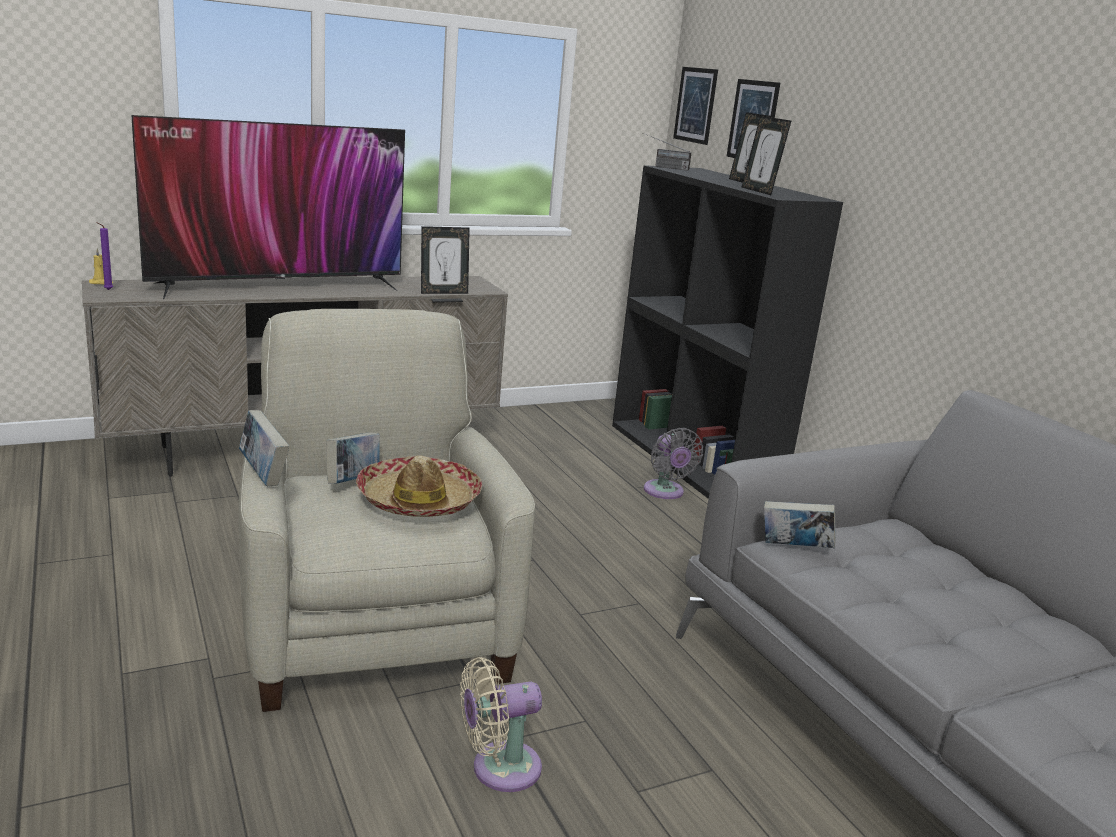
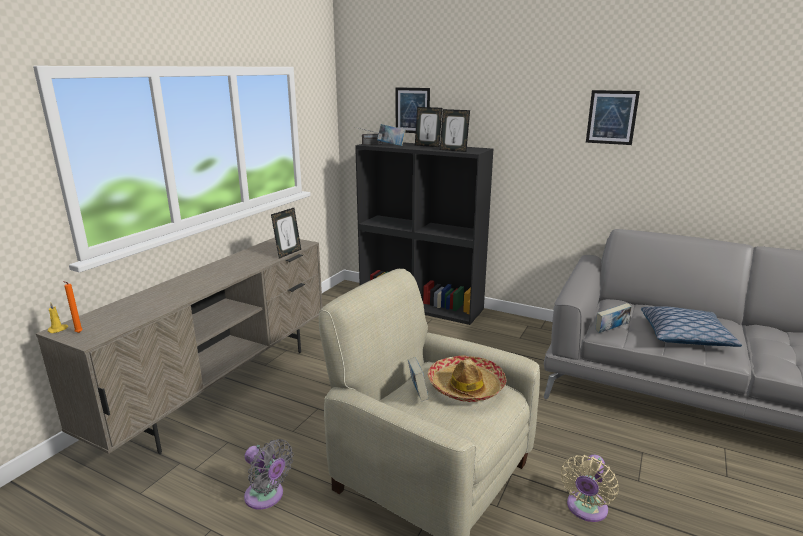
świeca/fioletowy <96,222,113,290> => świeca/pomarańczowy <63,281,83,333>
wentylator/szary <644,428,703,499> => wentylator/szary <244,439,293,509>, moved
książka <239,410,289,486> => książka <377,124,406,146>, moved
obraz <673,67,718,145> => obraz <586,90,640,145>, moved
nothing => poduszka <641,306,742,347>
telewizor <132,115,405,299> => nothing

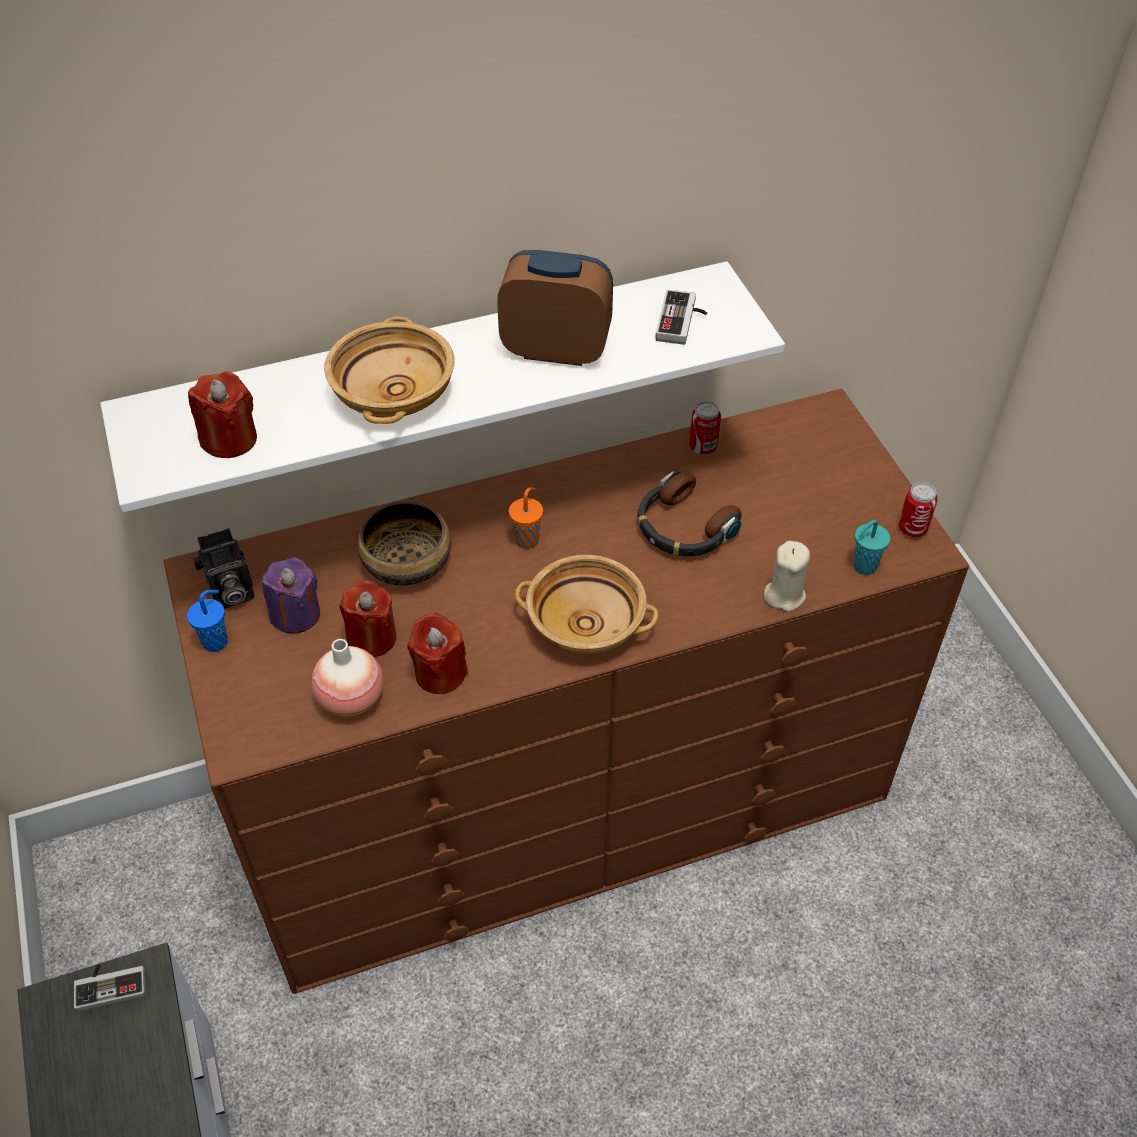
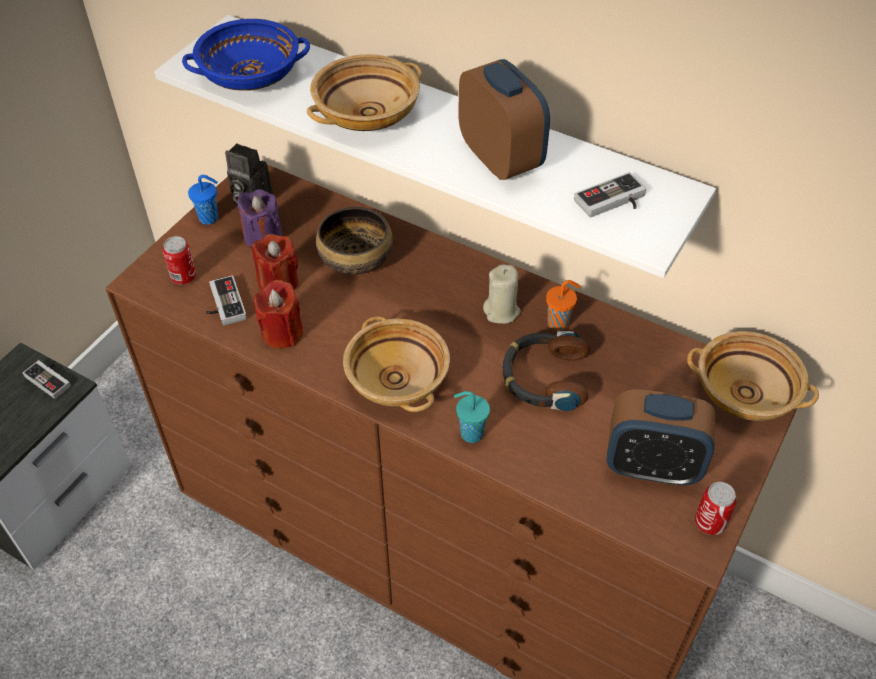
puszka <689,401,721,455> => puszka <163,236,196,284>, moved
świeca/czerwony <188,371,257,458> => miska/niebieski <182,19,310,91>
wazon <312,639,384,716> => pad do gier <206,275,247,326>
filiżanka/turkusowy <853,520,890,575> => filiżanka/turkusowy <454,391,490,443>, moved
świeca/beżowy <764,541,810,612> => świeca/beżowy <483,264,521,324>, moved
filiżanka/pomarańczowy <509,487,543,549> => filiżanka/pomarańczowy <546,280,581,331>, moved
nothing => budzik <607,389,715,486>
nothing => miska/beżowy <687,331,819,421>

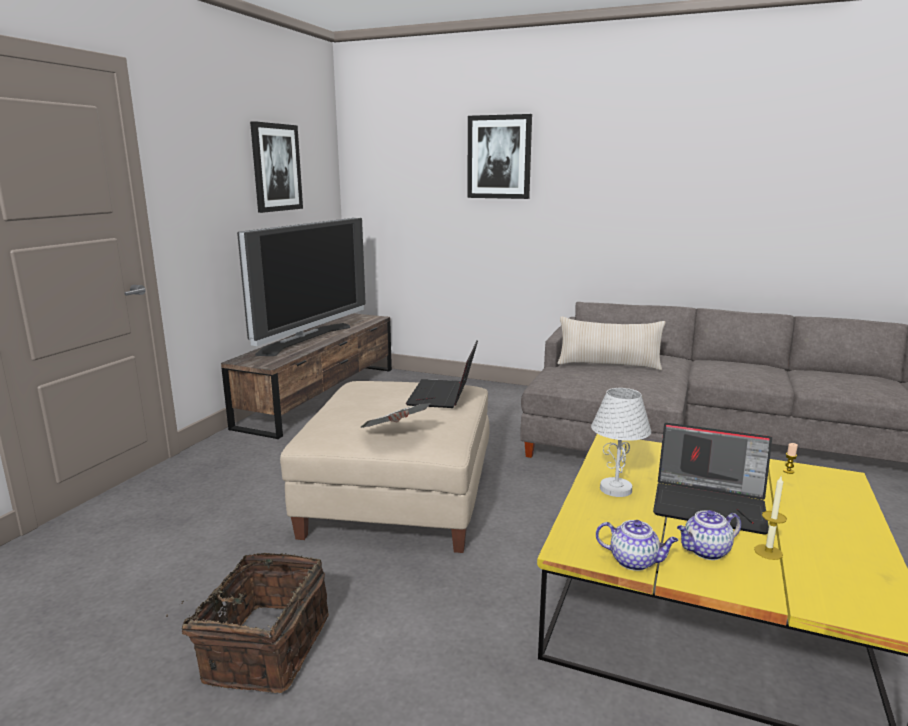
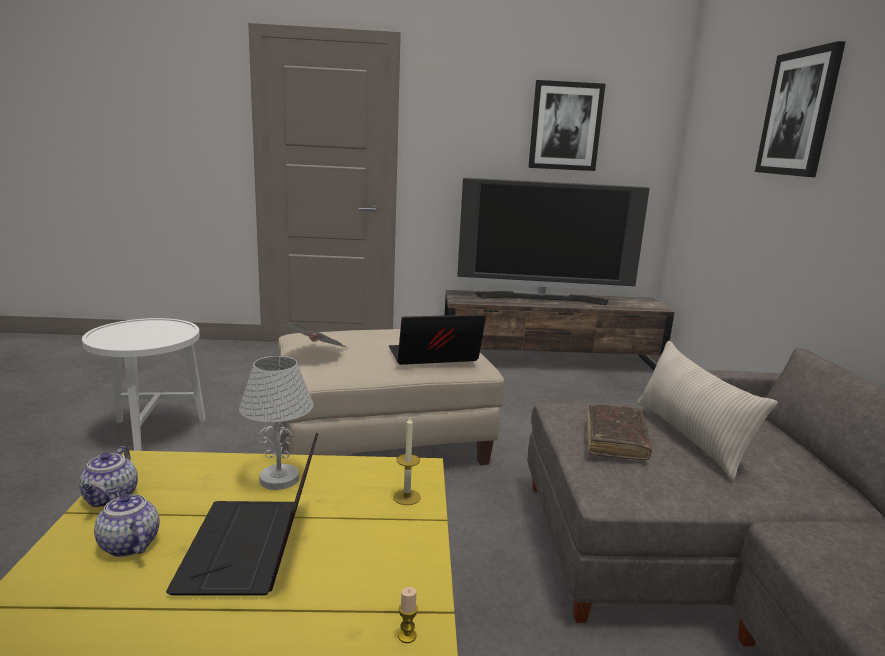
koszyk <166,553,329,694> => stolik/biały <82,318,205,451>
świeca <754,477,787,560> => świeca <393,417,421,505>, moved
nothing => książka/brązowy <586,404,652,460>

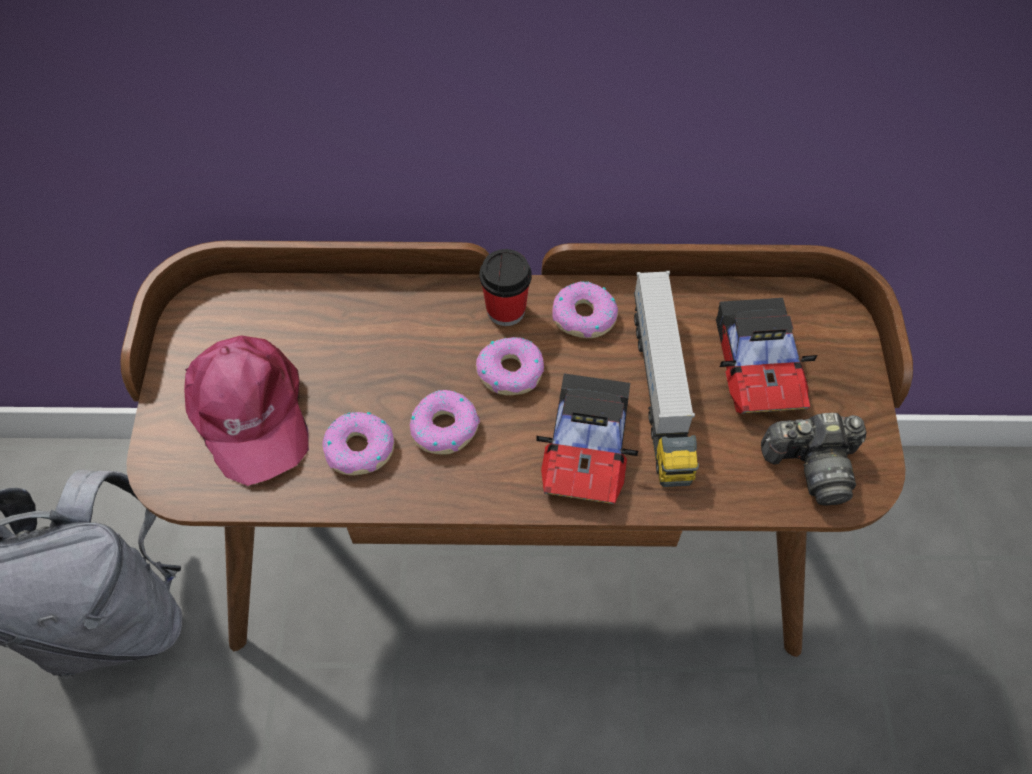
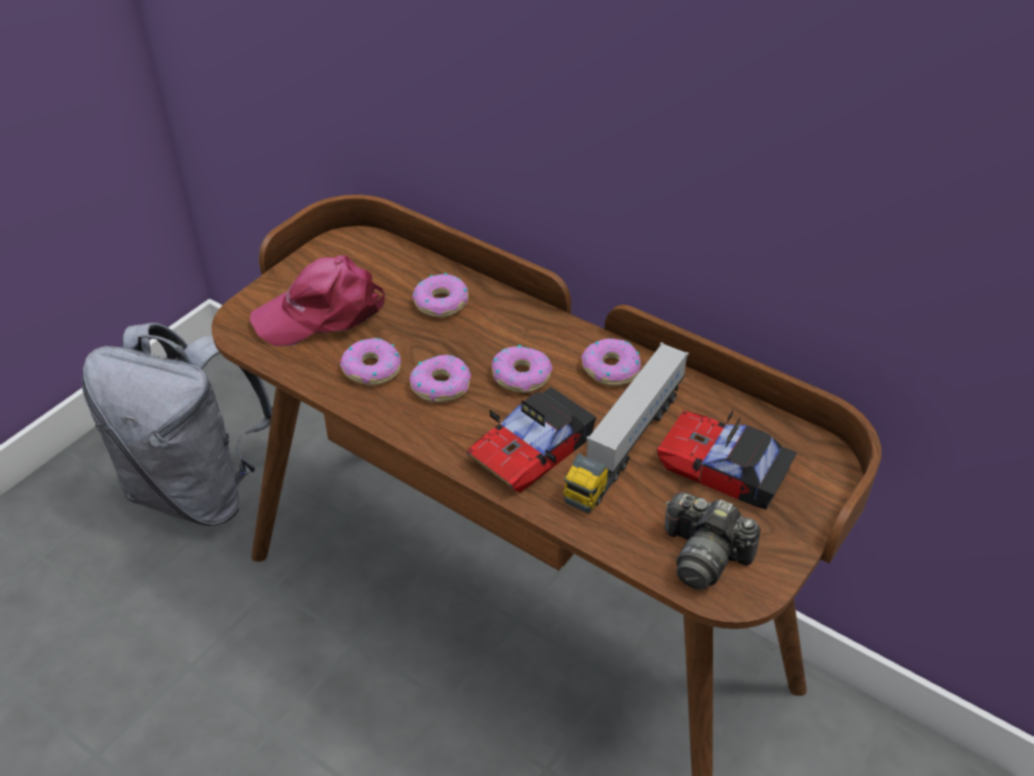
czapka z daszkiem/różowy <184,335,309,486> => czapka z daszkiem/różowy <250,255,385,346>, 60 degrees clockwise
nothing => donut <412,273,469,317>
samochodzik <716,298,817,414> => samochodzik <657,410,798,510>, 90 degrees clockwise
filiżanka <480,249,532,326> => nothing

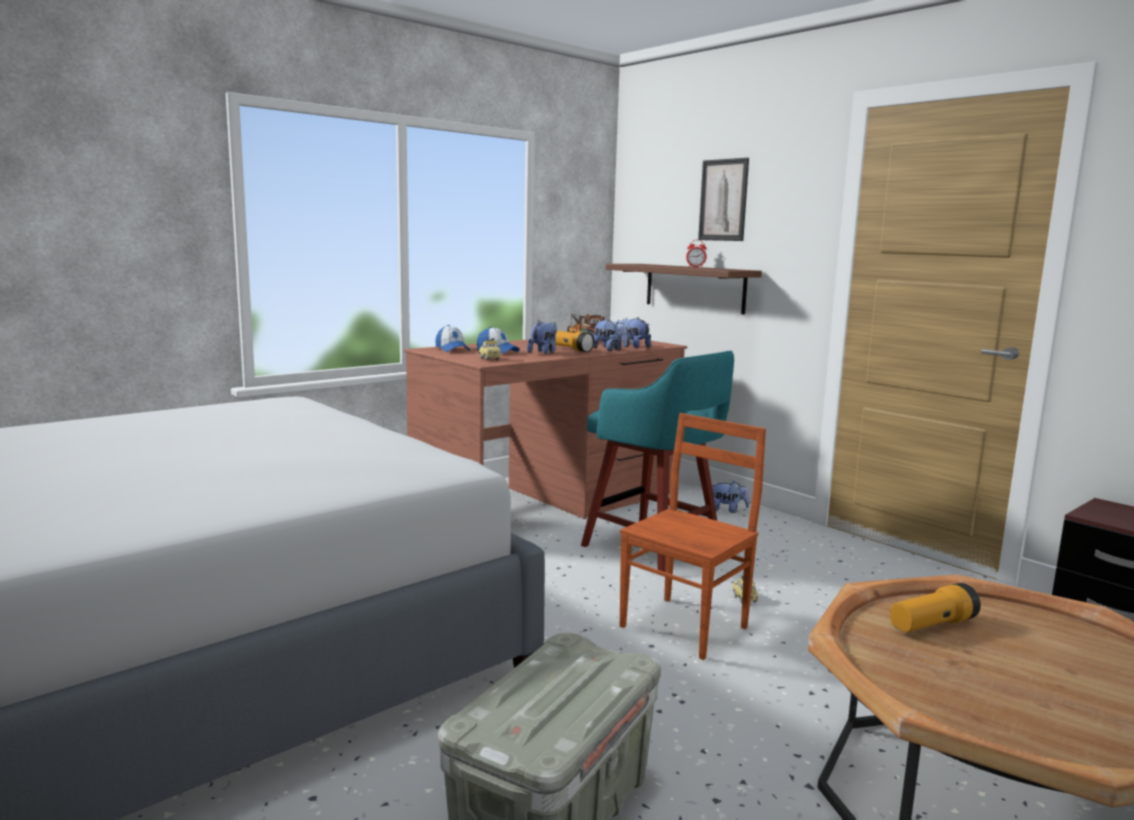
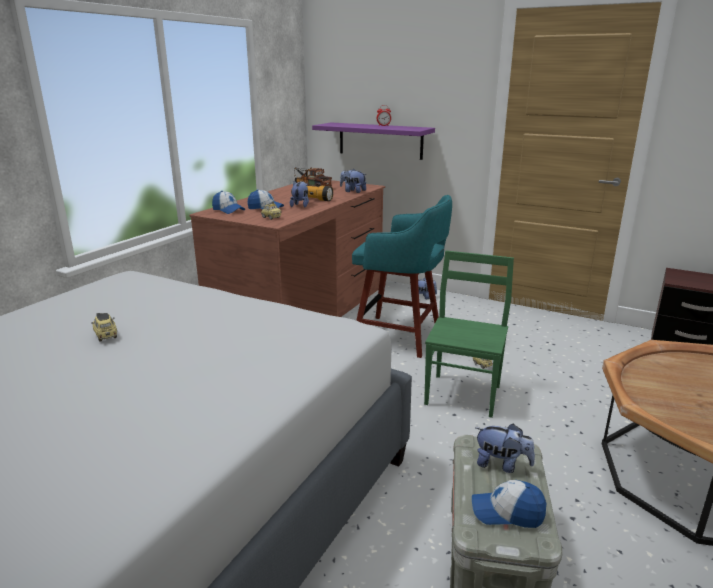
nothing => samochodzik <91,313,117,342>
półka/brązowy <606,264,762,315> => półka/fioletowy <312,122,435,160>
krzesło/brązowy <620,413,766,660> => krzesło/zielony <424,251,514,418>
nothing => czapka z daszkiem <472,480,546,528>
pluszak <593,319,627,351> => pluszak <476,424,535,473>, moved
obraz <698,158,749,241> => nothing
latarka <890,583,981,632> => nothing

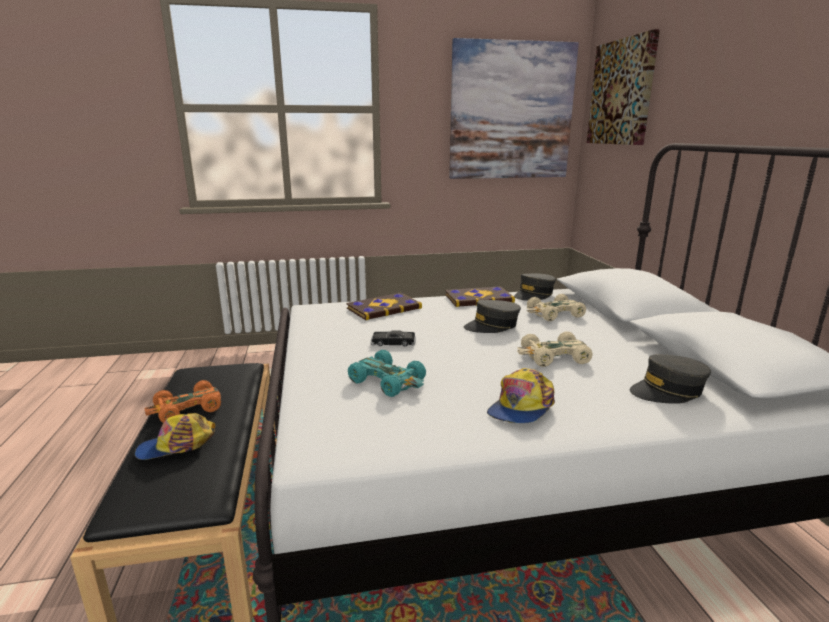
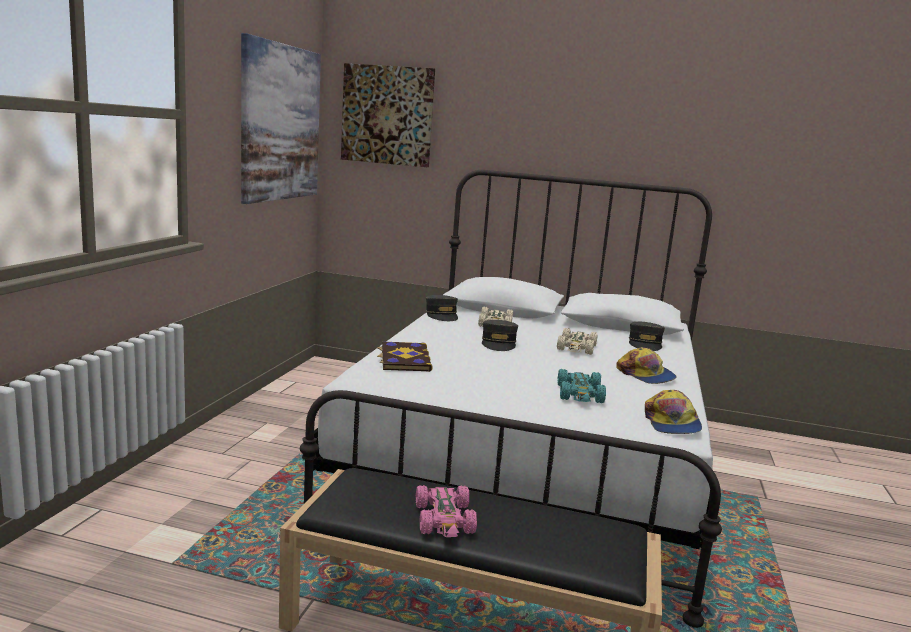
samochodzik/pomarańczowy <144,380,221,423> => samochodzik/różowy <416,485,477,537>
samochodzik/turkusowy <348,350,426,397> => samochodzik/turkusowy <558,369,606,403>, 120 degrees clockwise
czapka z daszkiem <135,413,216,460> => czapka z daszkiem <645,390,702,434>, moved
samochodzik/czarny <371,330,416,346> => nothing
książka <445,286,515,307> => nothing

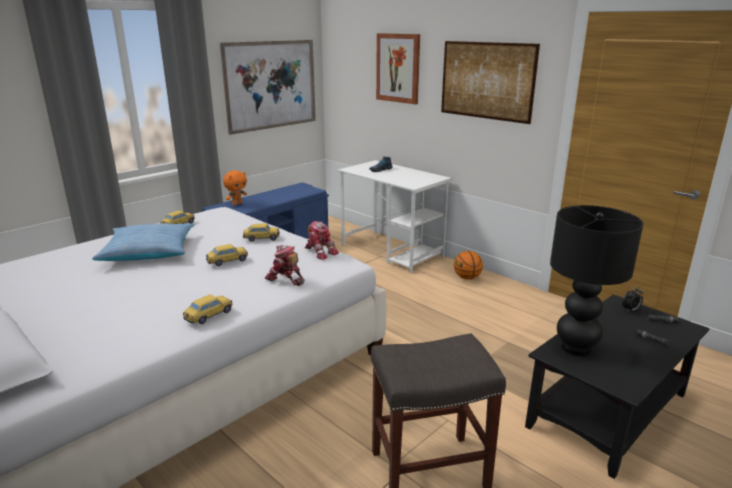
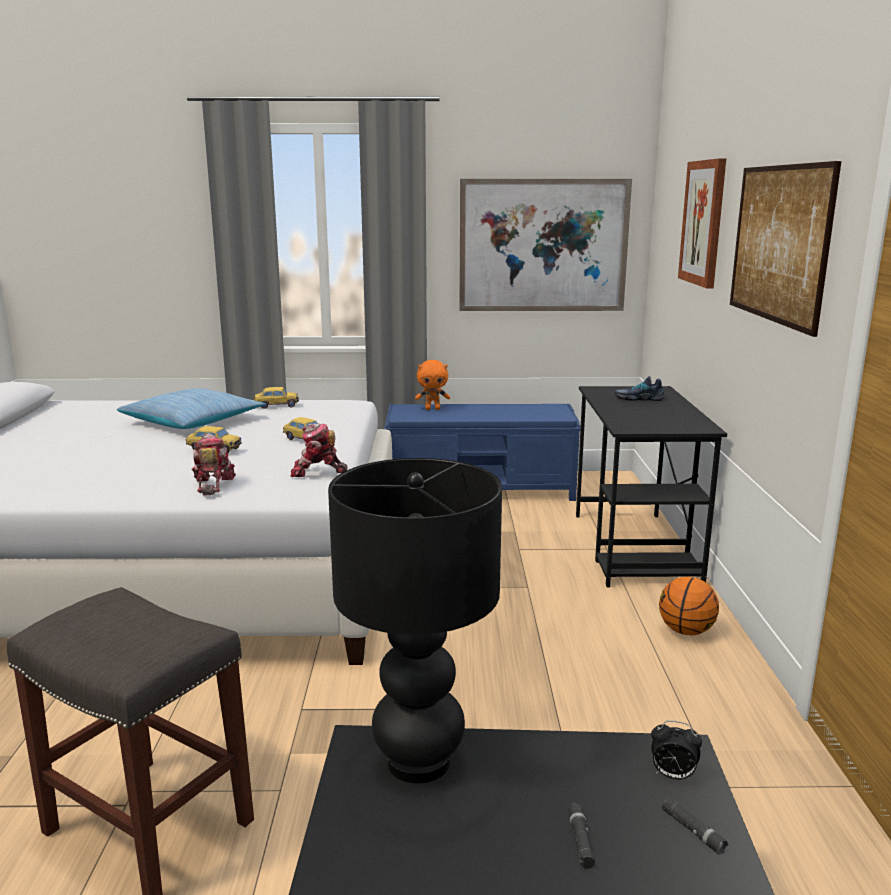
robot zabawkowy <305,221,339,260> => robot zabawkowy <291,424,348,477>, 90 degrees clockwise
biurko/biały <338,160,451,273> => biurko/czarny <576,386,727,587>
samochodzik <183,294,233,324> => nothing

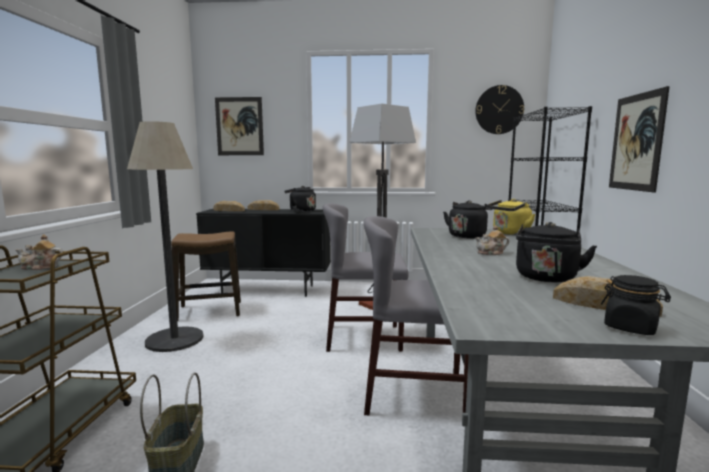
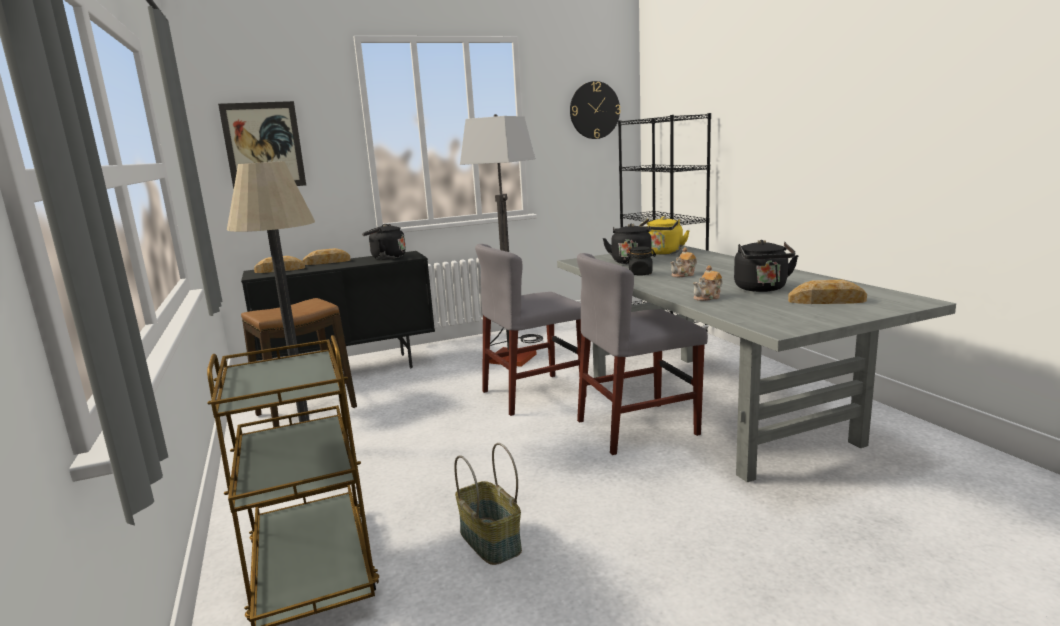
słoik/czarny <601,275,671,335> => słoik/czarny <626,247,656,276>, moved
imbryk <15,234,63,270> => imbryk <693,265,723,301>, moved
obraz <609,86,670,193> => nothing

